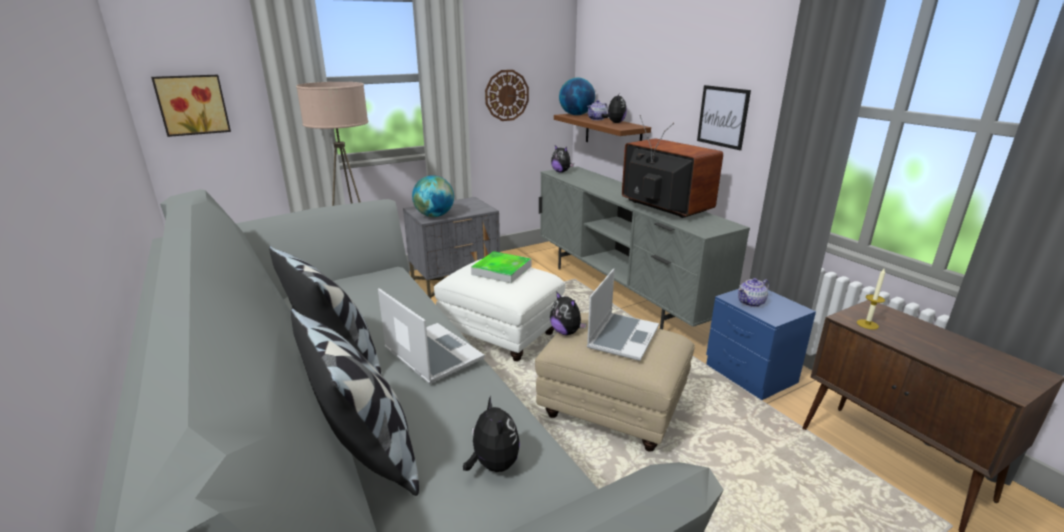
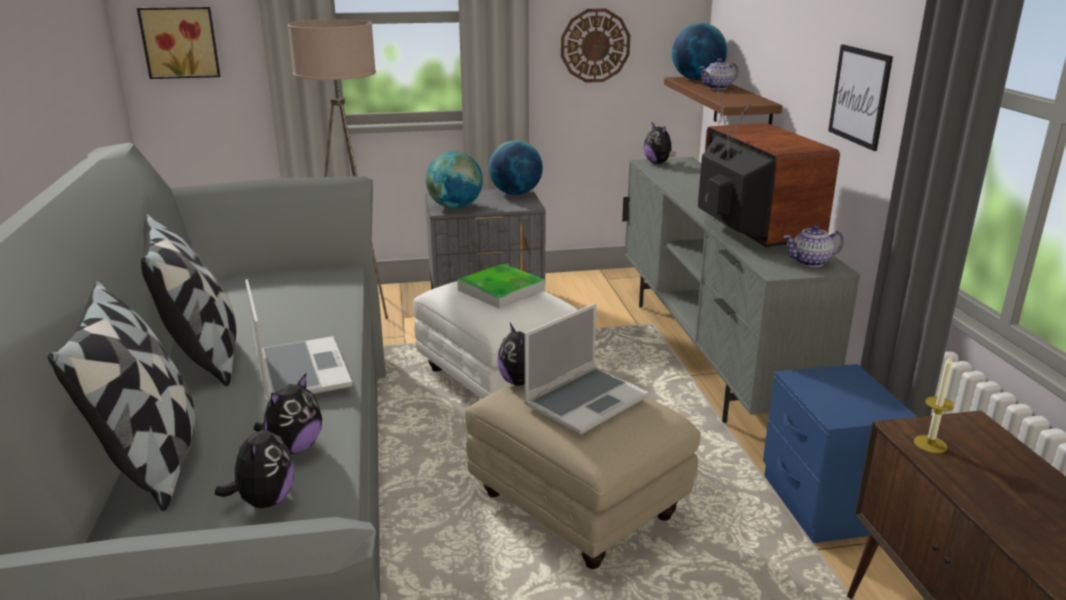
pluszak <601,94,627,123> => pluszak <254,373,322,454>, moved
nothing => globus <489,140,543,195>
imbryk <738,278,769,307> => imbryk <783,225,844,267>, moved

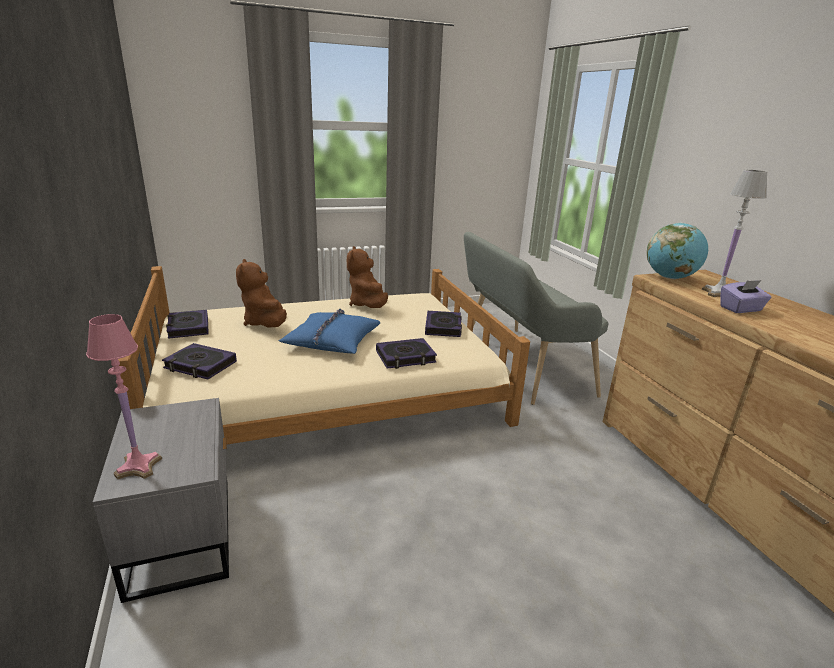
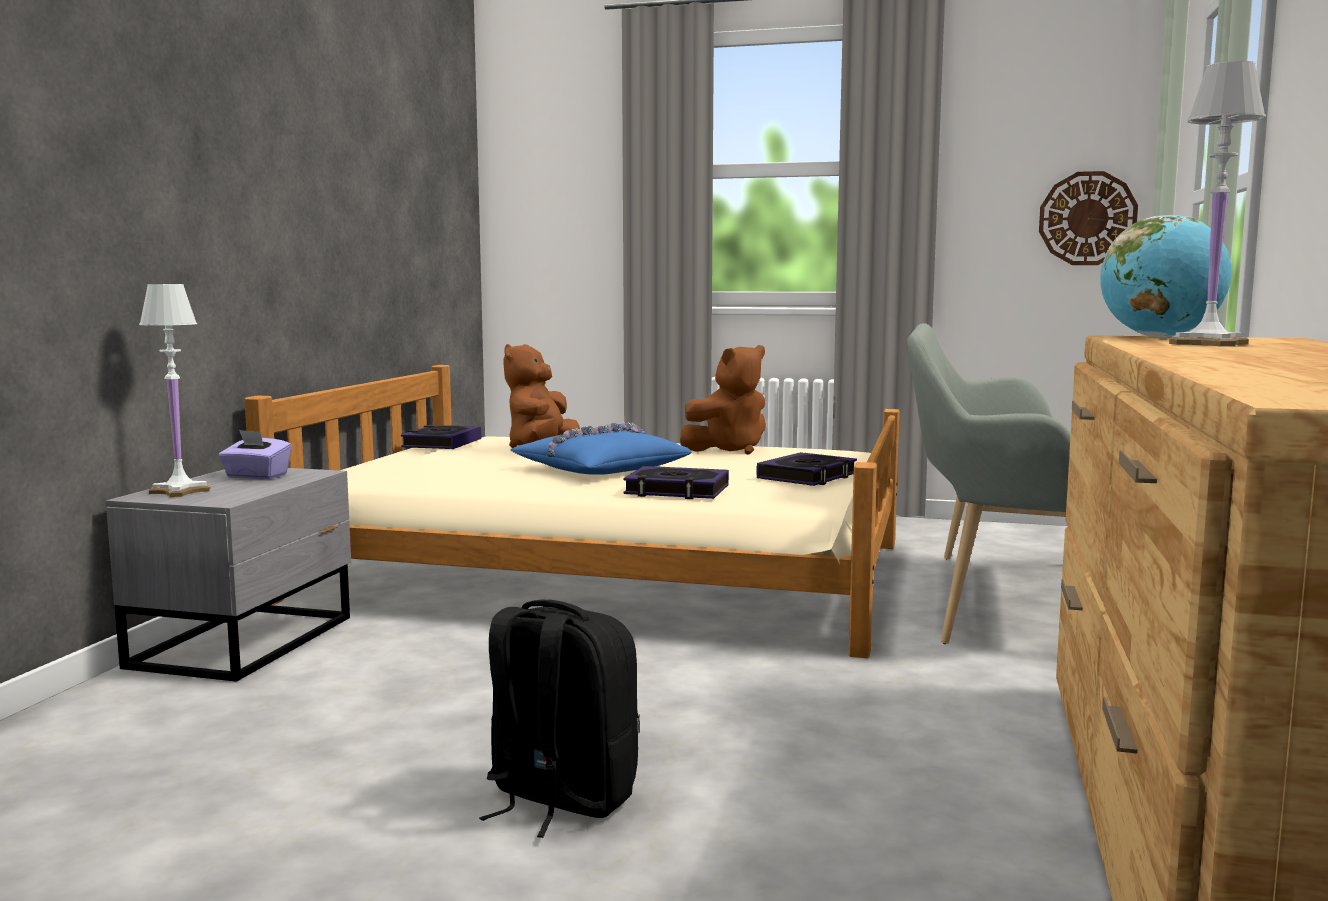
lampa stołowa/różowy <86,314,162,479> => lampa stołowa/biały <139,284,211,497>
pudełko chusteczek/fioletowy <720,280,771,313> => pudełko chusteczek/fioletowy <219,430,292,480>, moved
nothing => plecak/czarny <479,600,640,838>
pluszak/brązowy <347,246,388,308> => pluszak/brązowy <680,345,766,454>, 150 degrees counterclockwise
nothing => zegar ścienny <1039,171,1138,265>
książka <162,343,237,379> => nothing

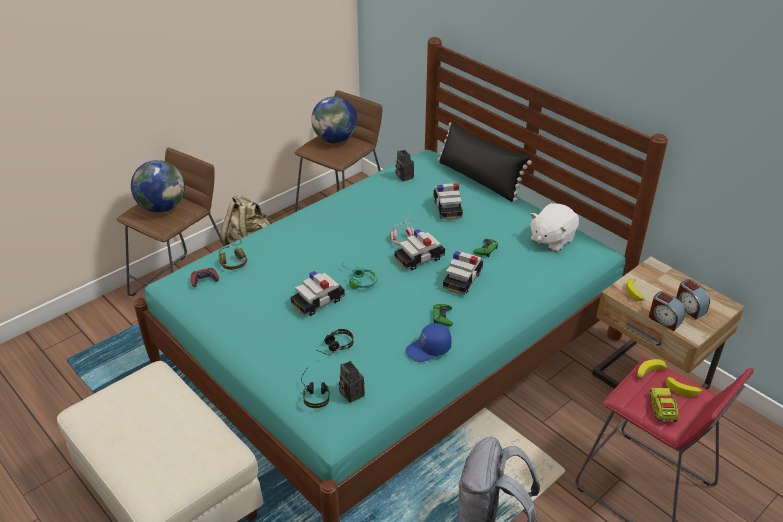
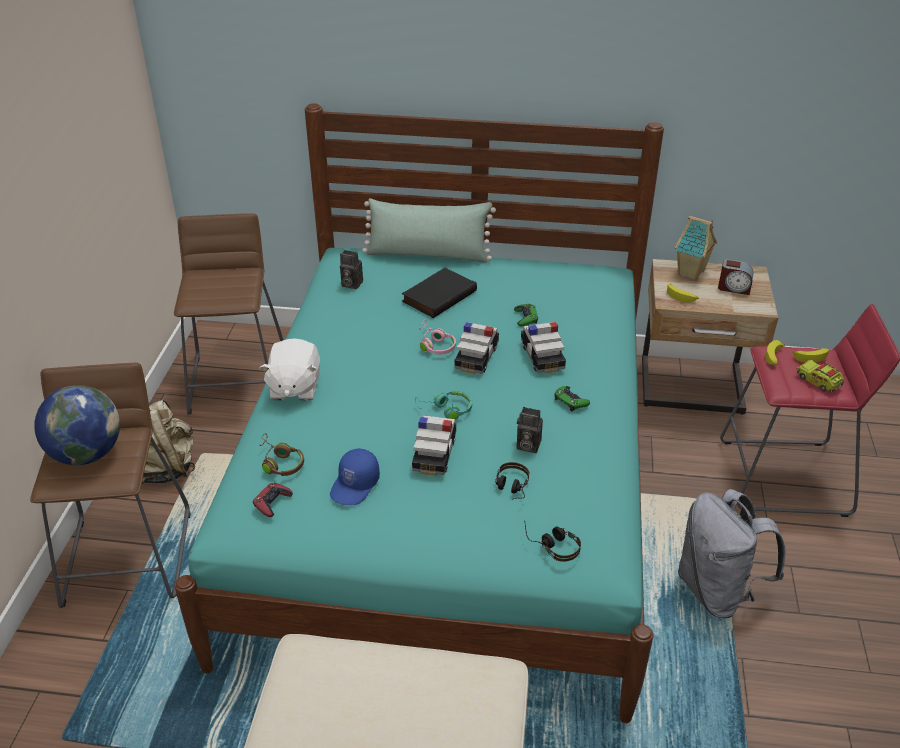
pluszak/biały <530,203,579,252> => pluszak/biały <260,338,320,400>, moved
czapka z daszkiem/niebieski <406,323,452,362> => czapka z daszkiem/niebieski <330,448,380,505>, moved
poduszka/czarny <438,121,532,202> => poduszka/zielony <362,198,496,263>
samochodzik <434,183,463,220> => książka/czarny <402,268,477,318>
aparat fotograficzny <339,361,365,403> => aparat fotograficzny <516,407,543,453>, moved
nothing => domek <675,216,717,280>
globus <311,96,358,143> => nothing
budzik <649,291,685,331> => nothing

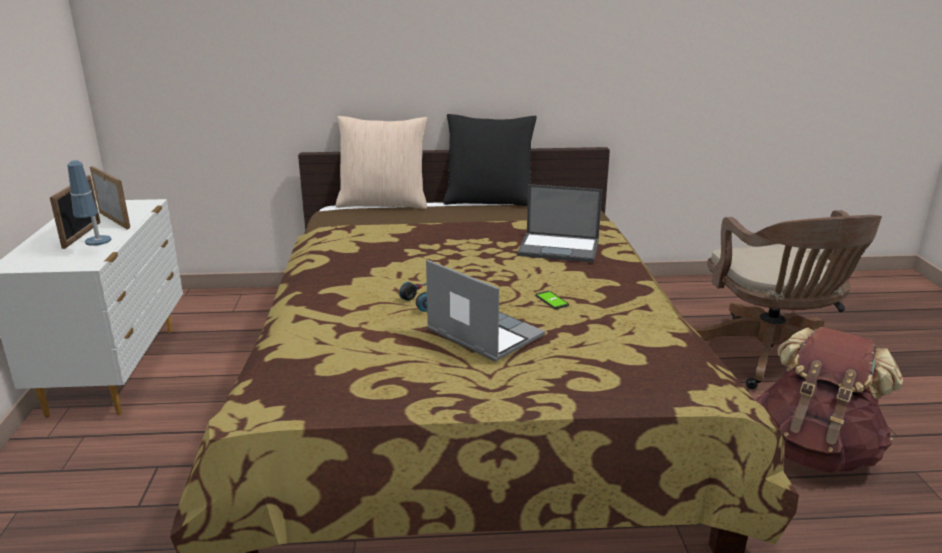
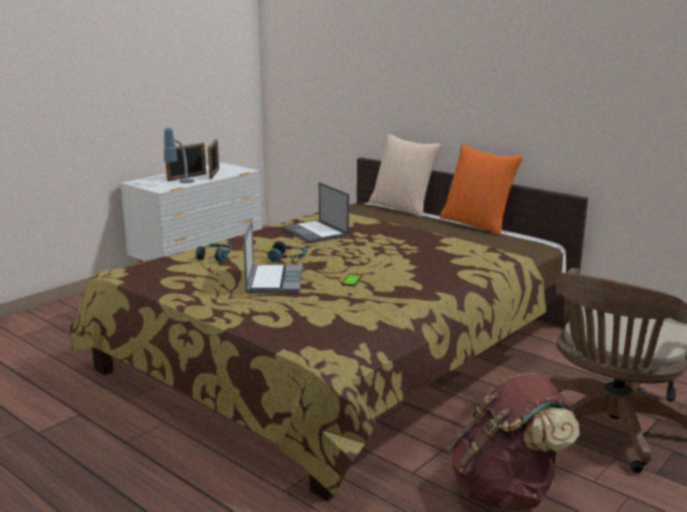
nothing => słuchawki <196,243,233,262>
laptop <517,184,602,263> => laptop <282,182,349,244>, moved
poduszka/czarny <443,114,537,206> => poduszka/pomarańczowy <440,144,523,236>

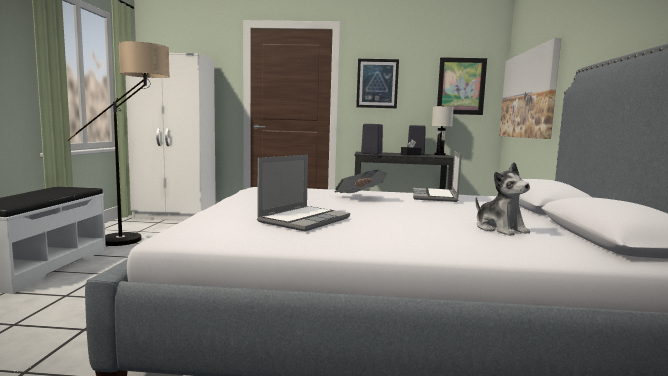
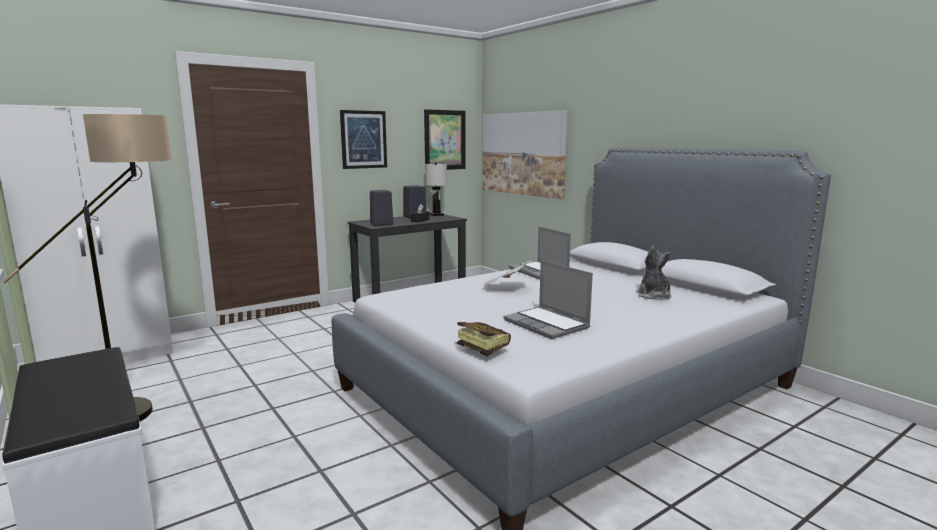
nothing => książka <455,322,511,357>
laptop <257,155,350,232> => laptop <503,260,593,339>, 150 degrees clockwise
pluszak <475,162,530,236> => pluszak <636,246,671,299>, 120 degrees counterclockwise

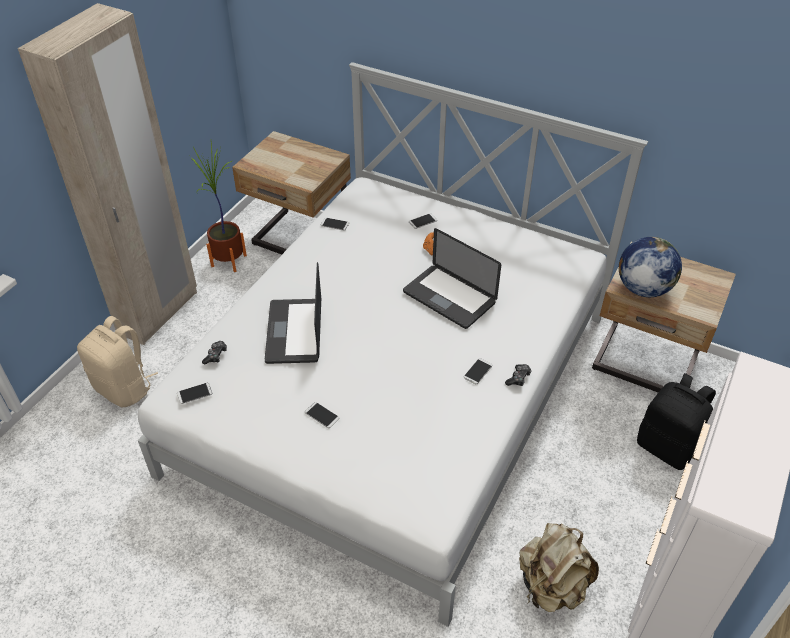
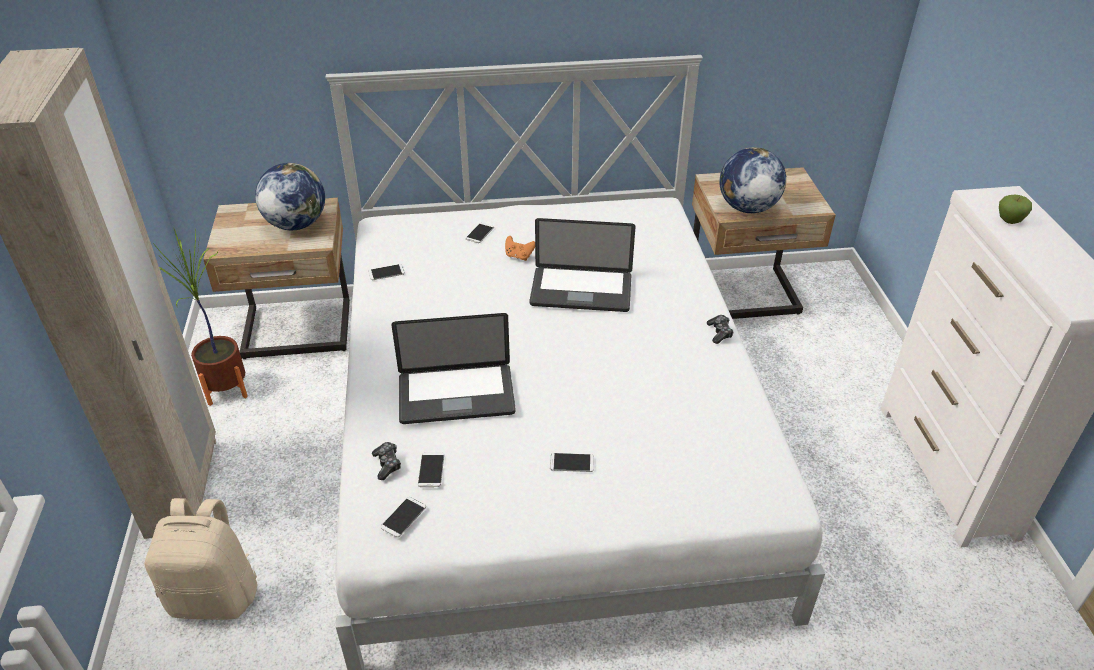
nothing => globus <255,163,325,230>
laptop <265,262,321,364> => laptop <391,313,516,424>, 60 degrees counterclockwise
telefon <464,358,492,384> => telefon <418,453,444,487>, moved
nothing => jabłko <999,195,1032,224>
plecak/beżowy <519,523,599,612> => nothing
plecak/czarny <637,373,716,470> => nothing

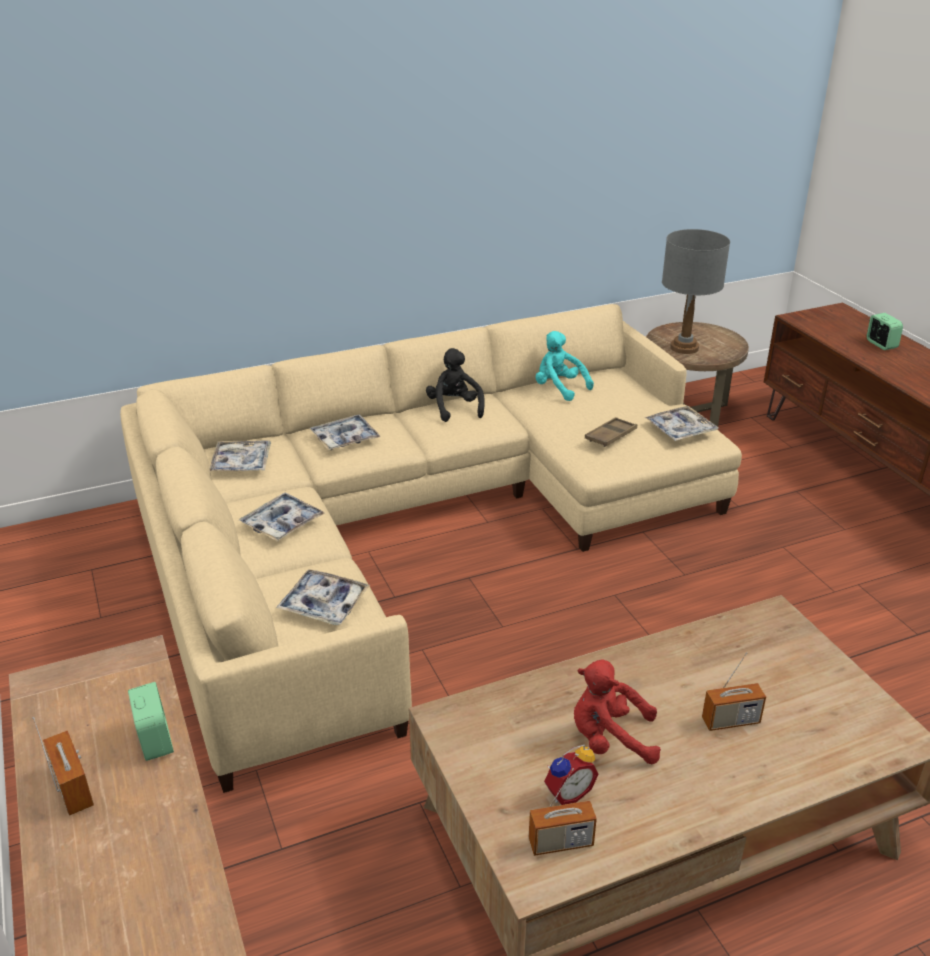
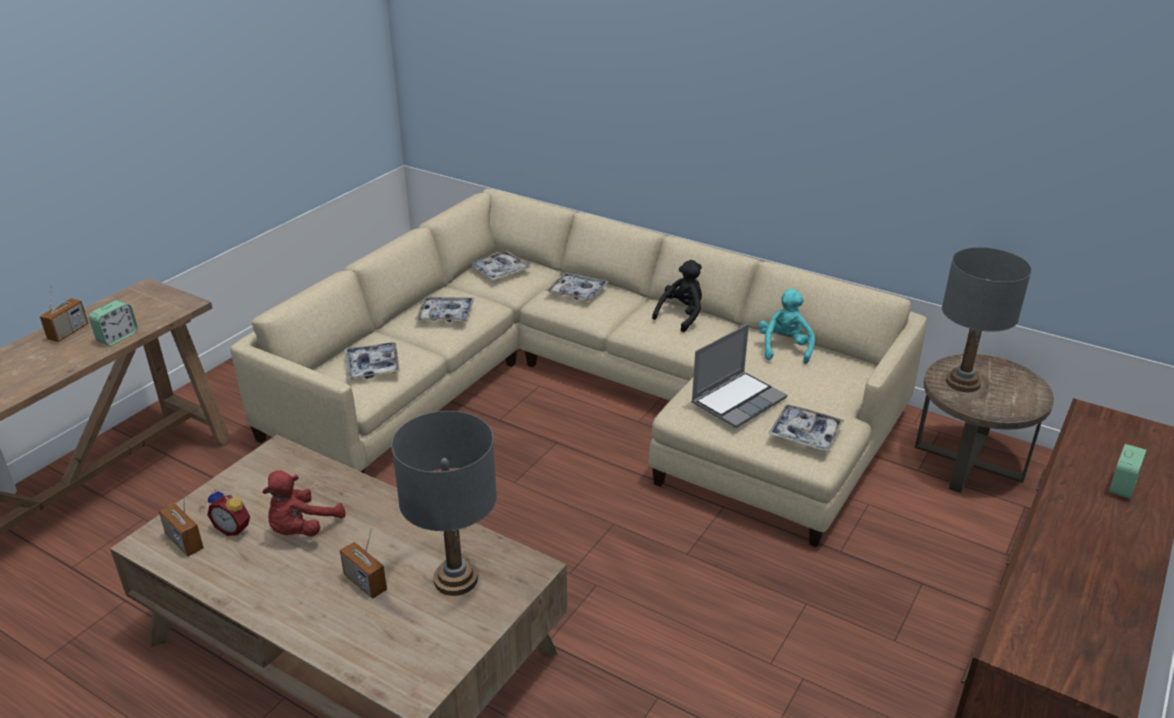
pluszak/czerwony <574,660,661,764> => pluszak/czerwony <262,470,346,537>, 120 degrees counterclockwise
nothing => lampa stołowa/szary <391,411,497,596>
taca/brązowy <585,417,637,447> => laptop <691,324,787,428>

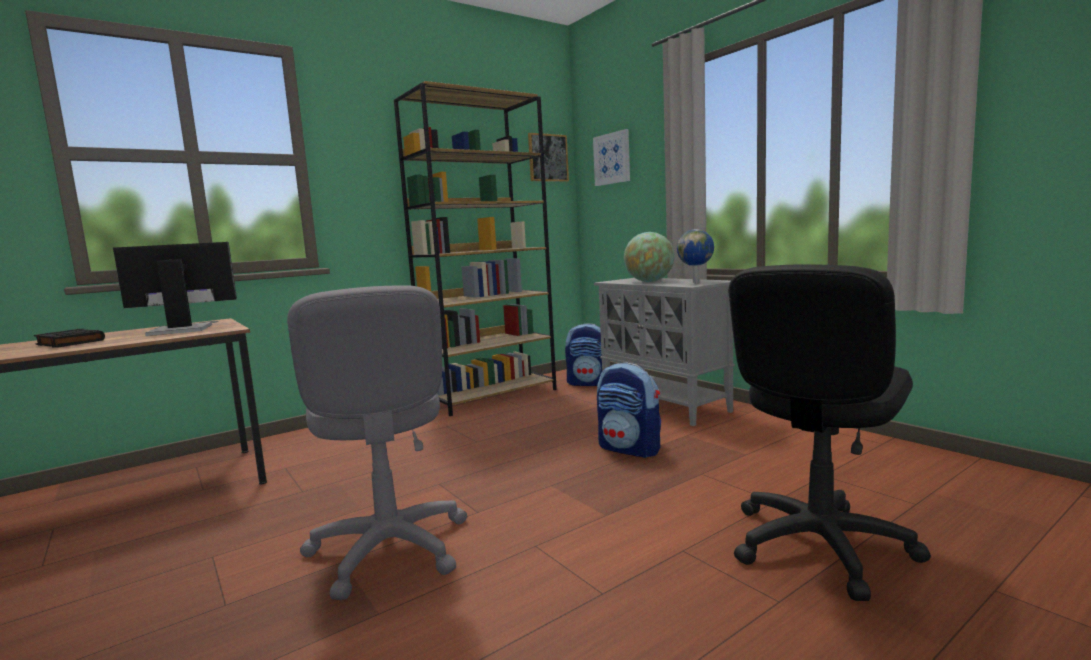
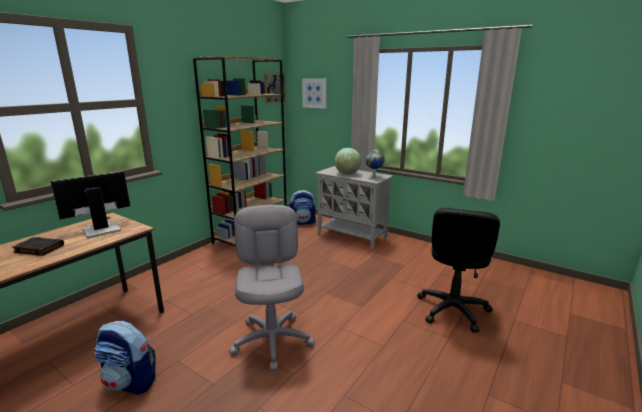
plecak <597,363,661,458> => plecak <94,321,156,395>, moved
krzesło biurowe/szary <287,285,467,600> => krzesło biurowe/szary <229,205,315,371>, 150 degrees counterclockwise

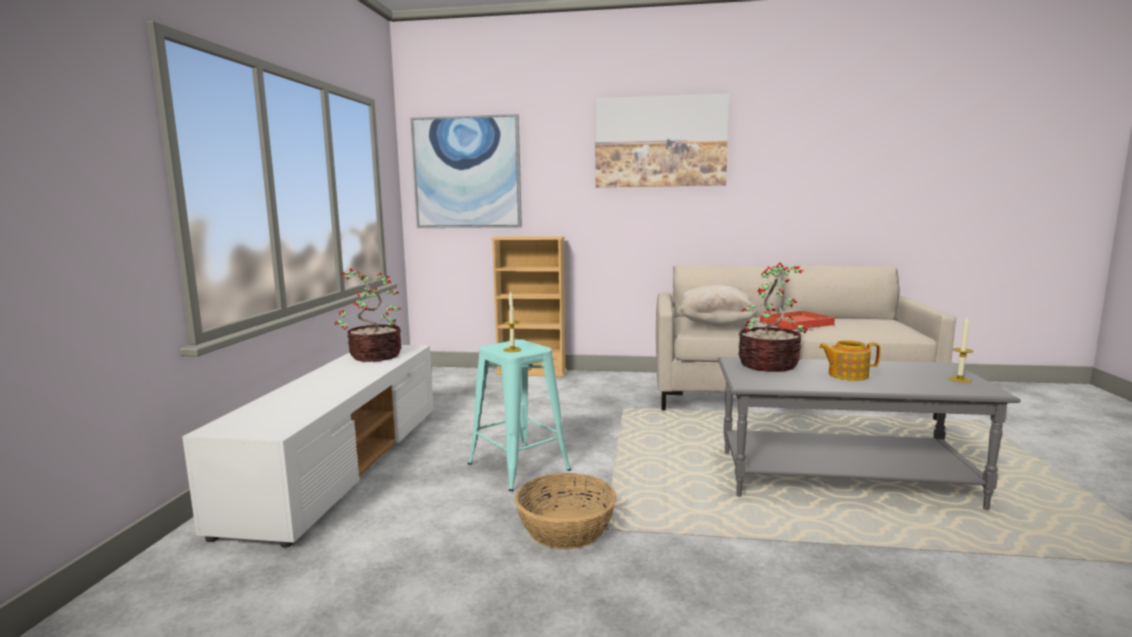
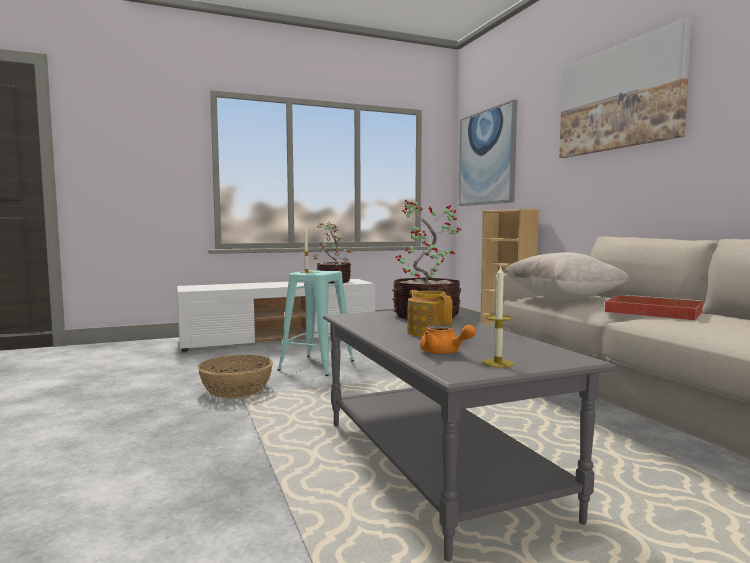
nothing => imbryk/pomarańczowy <420,325,476,354>

